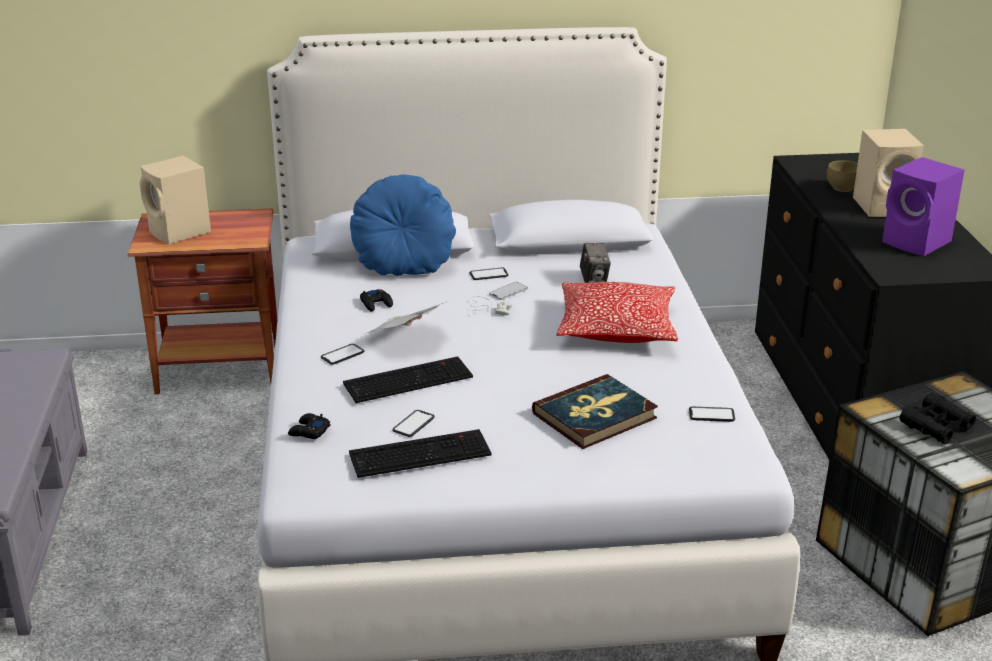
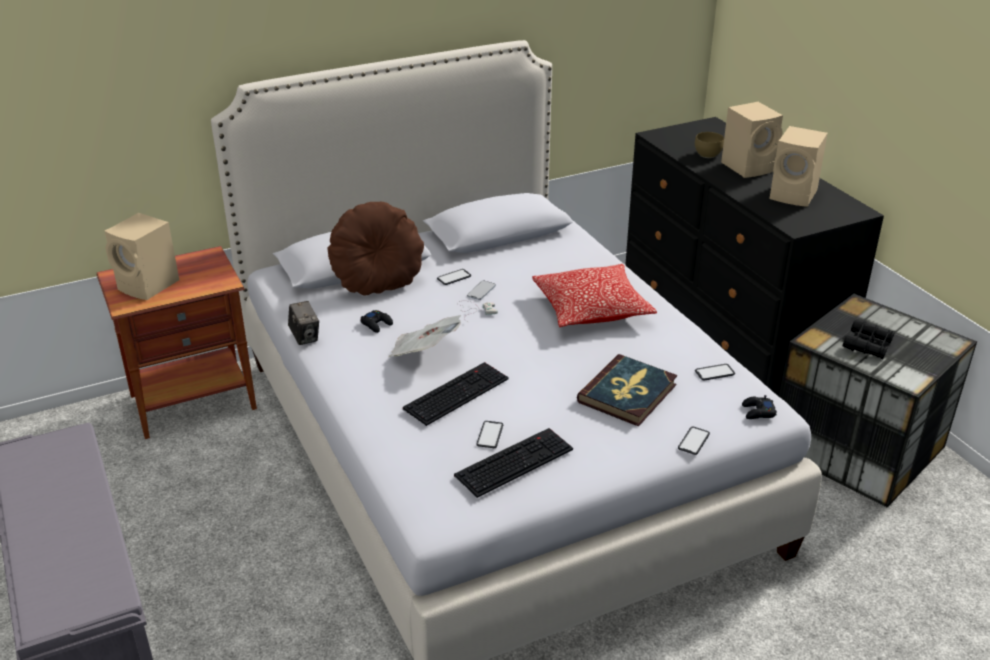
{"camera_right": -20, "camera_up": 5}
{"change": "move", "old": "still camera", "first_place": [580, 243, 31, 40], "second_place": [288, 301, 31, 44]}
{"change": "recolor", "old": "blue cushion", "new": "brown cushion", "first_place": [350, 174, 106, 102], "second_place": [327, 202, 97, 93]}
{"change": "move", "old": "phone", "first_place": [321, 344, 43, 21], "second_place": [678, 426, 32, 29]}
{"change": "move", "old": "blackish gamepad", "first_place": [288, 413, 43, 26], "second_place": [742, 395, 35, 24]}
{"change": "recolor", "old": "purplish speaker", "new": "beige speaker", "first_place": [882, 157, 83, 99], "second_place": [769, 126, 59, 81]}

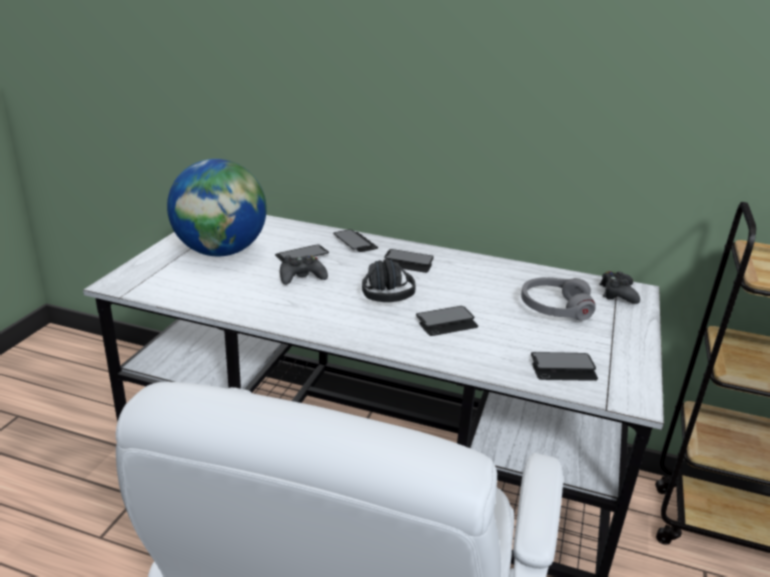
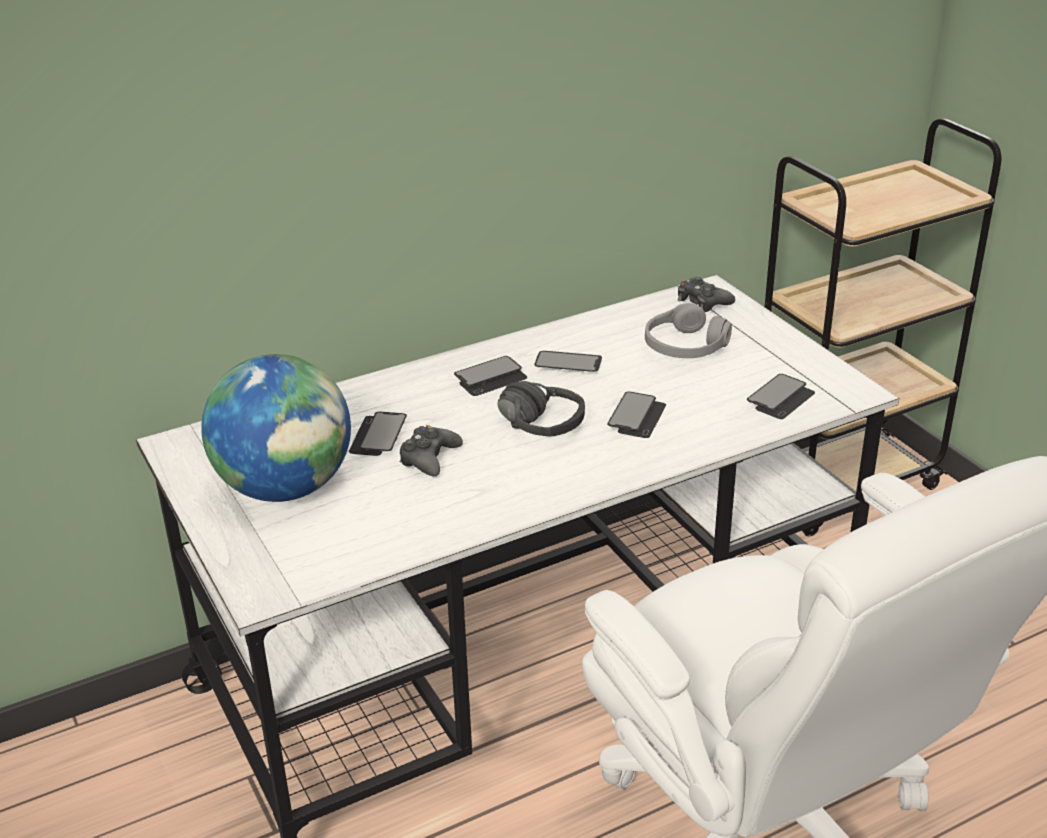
{"camera_right": -45, "camera_up": 5}
{"change": "move", "old": "phone", "first_place": [333, 229, 45, 23], "second_place": [534, 351, 68, 21]}

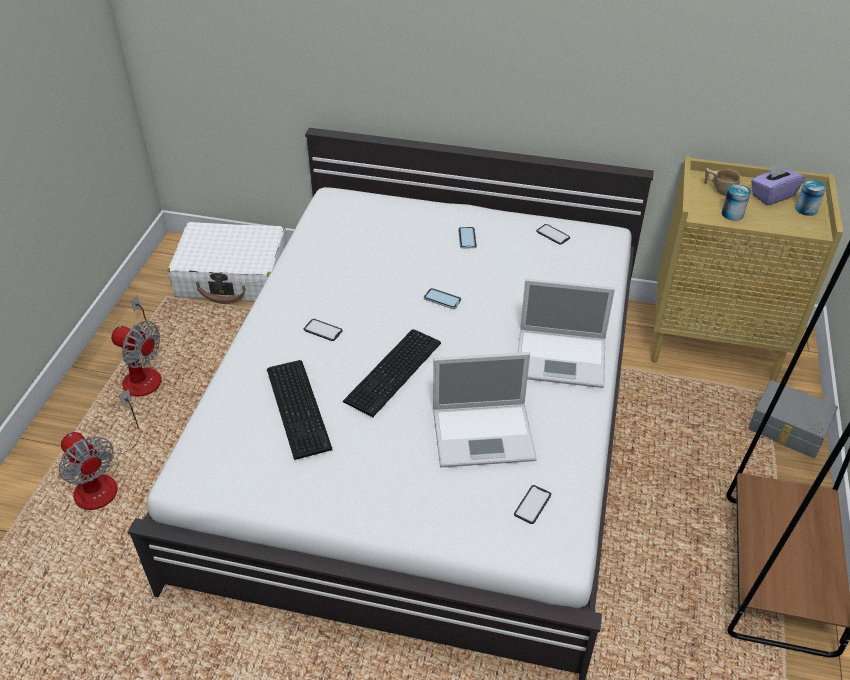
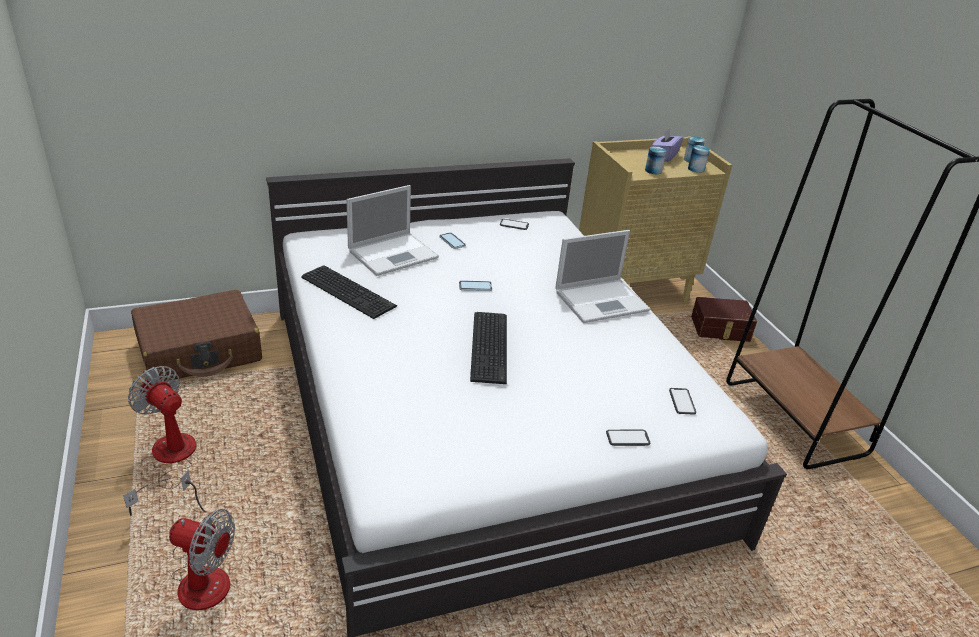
{"camera_right": -35, "camera_up": -10}
{"change": "rotate", "old": "electric fan", "first_place": [111, 295, 50, 101], "second_place": [123, 366, 73, 150], "degrees": -135}
{"change": "recolor", "old": "white piece of luggage", "new": "brown piece of luggage", "first_place": [168, 222, 119, 82], "second_place": [131, 290, 131, 91]}
{"change": "move", "old": "keyboard", "first_place": [267, 360, 66, 100], "second_place": [301, 265, 96, 54]}
{"change": "move", "old": "notebook computer", "first_place": [433, 352, 104, 115], "second_place": [346, 185, 93, 91]}
{"change": "move", "old": "phone", "first_place": [304, 319, 39, 22], "second_place": [606, 430, 45, 16]}
{"change": "insert", "new": "metal can", "second_place": [688, 145, 22, 28]}
{"change": "recolor", "old": "grey storage bin", "new": "brown storage bin", "first_place": [748, 380, 90, 78], "second_place": [691, 297, 66, 45]}
{"change": "delete", "old": "beige cup", "first_place": [704, 168, 37, 28]}

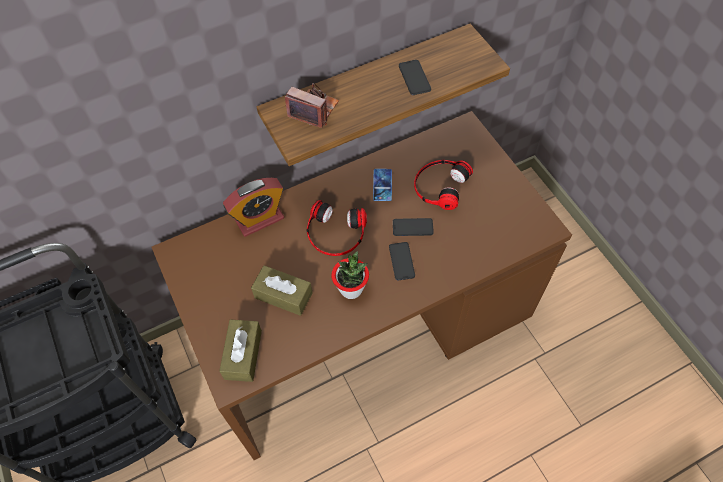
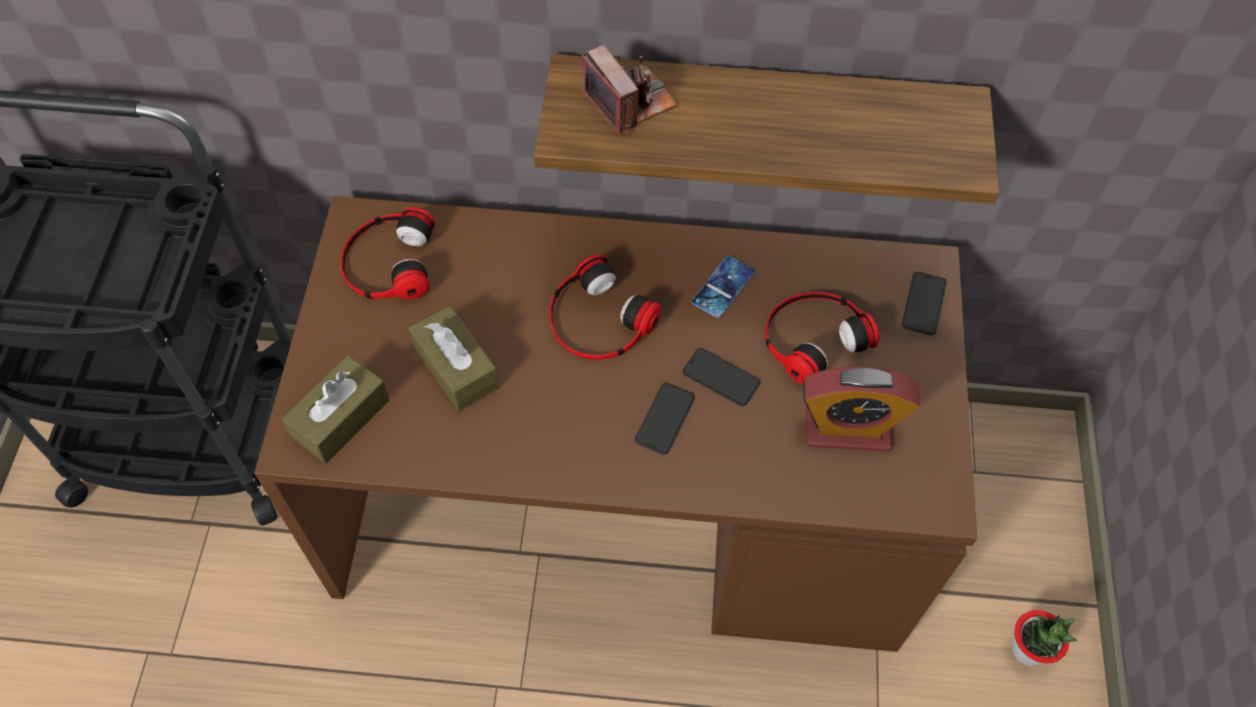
{"camera_right": 30, "camera_up": 0}
{"change": "insert", "new": "pair of headphones", "second_place": [340, 207, 95, 92]}
{"change": "move", "old": "alarm clock", "first_place": [223, 178, 61, 59], "second_place": [803, 367, 117, 84]}
{"change": "move", "old": "phone", "first_place": [399, 60, 32, 35], "second_place": [902, 272, 45, 64]}
{"change": "move", "old": "plant in a pot", "first_place": [331, 251, 38, 48], "second_place": [1012, 610, 65, 56]}

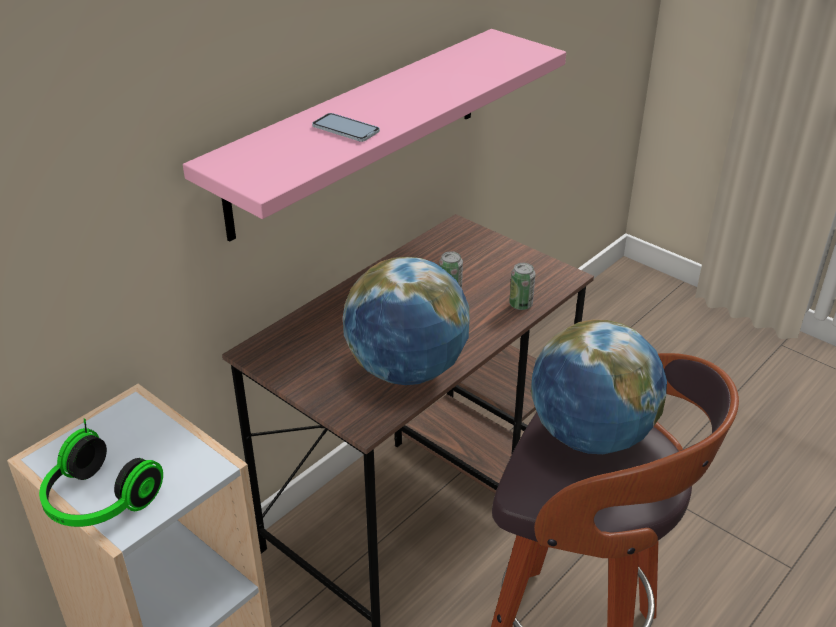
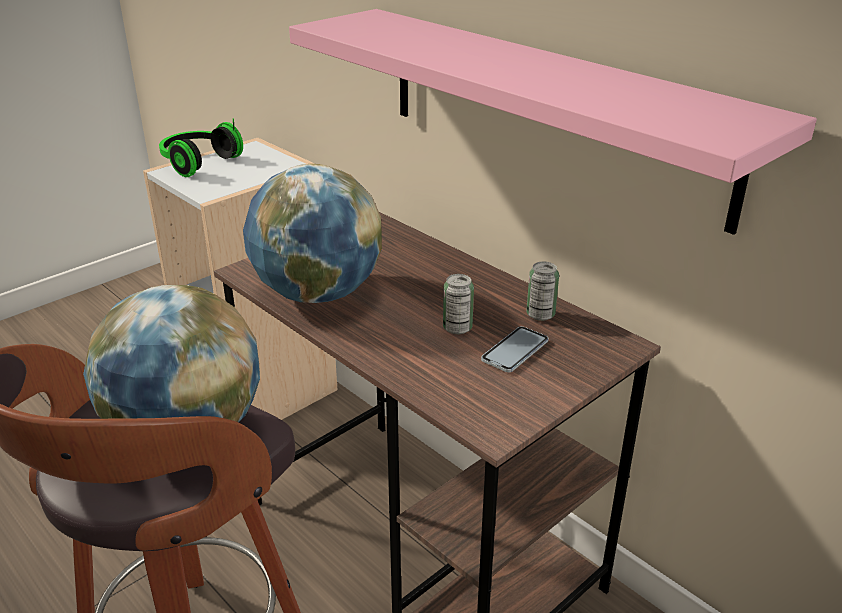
{"camera_right": 95, "camera_up": -5}
{"change": "move", "old": "phone", "first_place": [312, 113, 68, 29], "second_place": [481, 326, 68, 46]}
{"change": "move", "old": "metal can", "first_place": [509, 263, 26, 47], "second_place": [526, 261, 33, 60]}

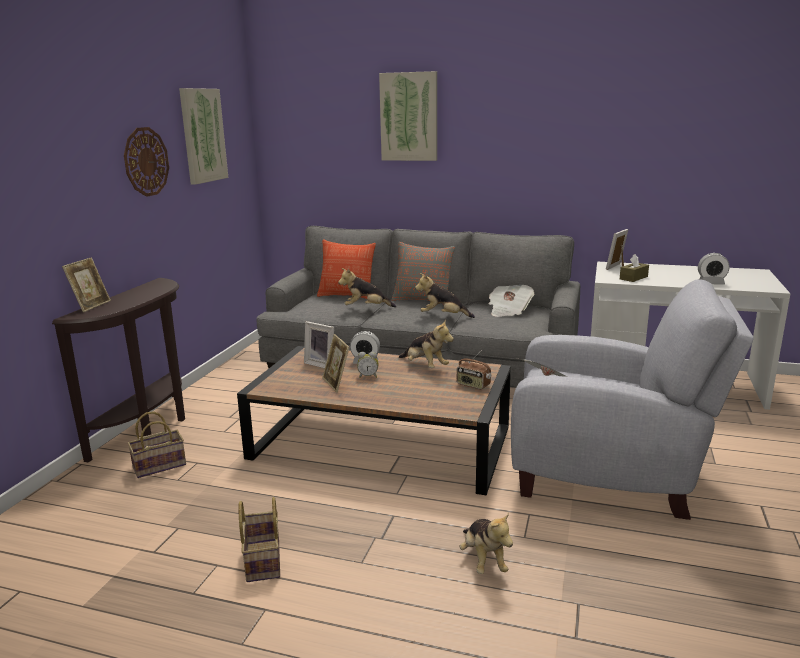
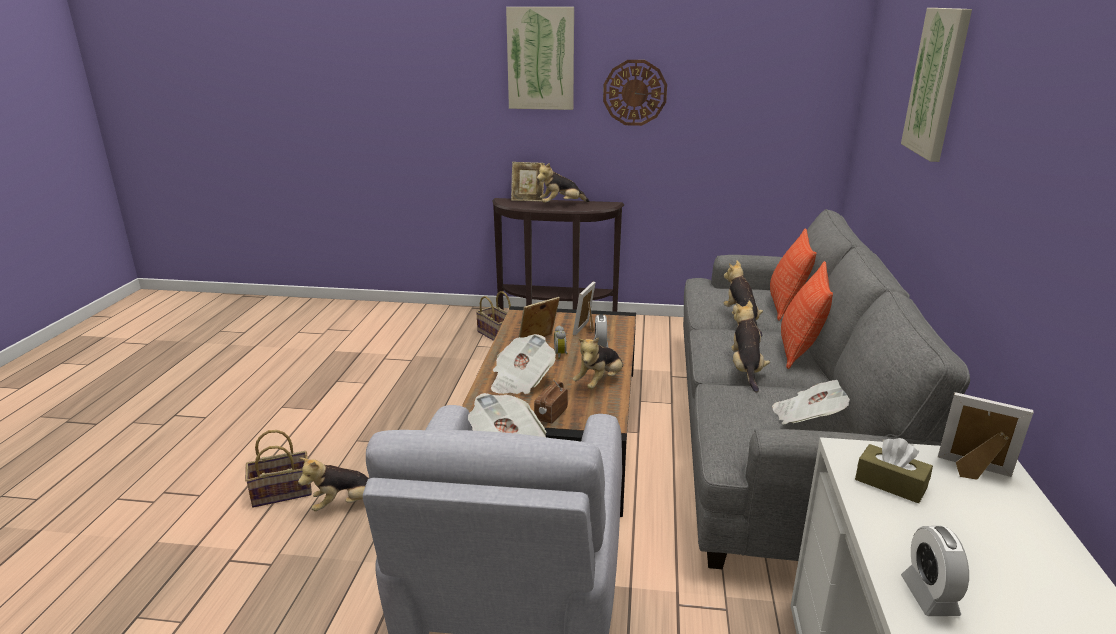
{"camera_right": 80, "camera_up": 5}
{"change": "move", "old": "household basket", "first_place": [239, 497, 41, 85], "second_place": [245, 430, 67, 78]}
{"change": "insert", "new": "printed paper", "second_place": [491, 334, 65, 60]}
{"change": "move", "old": "picture", "first_place": [179, 88, 49, 97], "second_place": [506, 7, 68, 103]}
{"change": "insert", "new": "soft toy", "second_place": [537, 163, 53, 40]}
{"change": "recolor", "old": "grey cushion", "new": "orange-coloured cushion", "first_place": [392, 242, 63, 63], "second_place": [781, 261, 52, 108]}

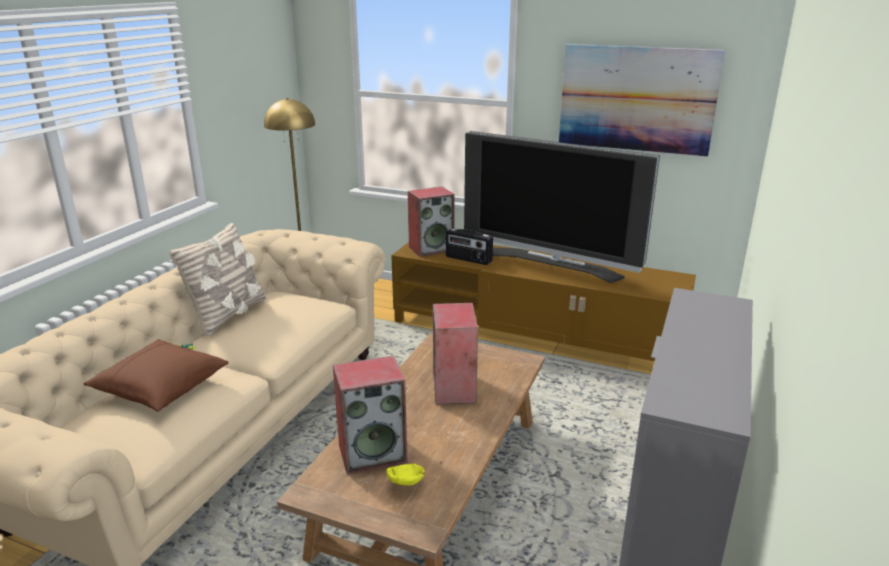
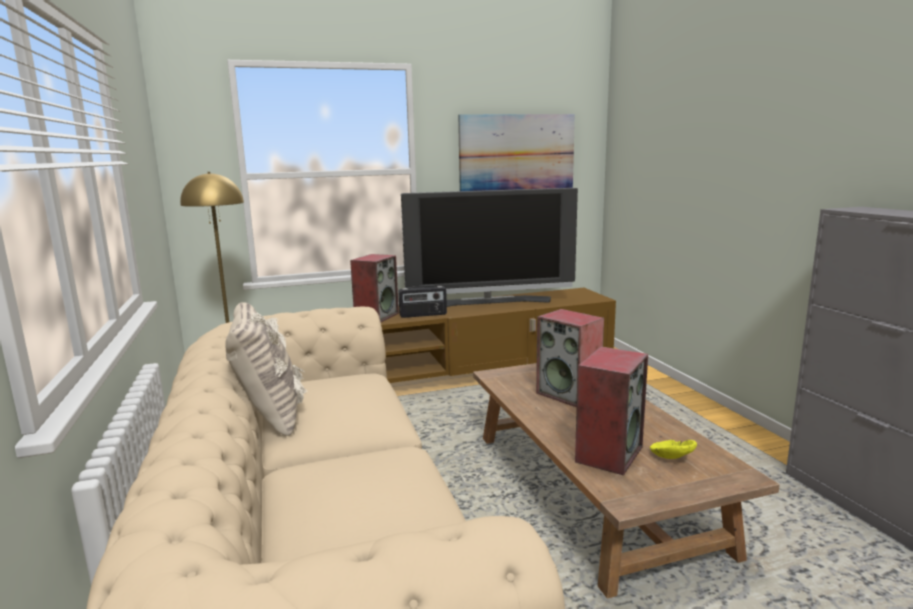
{"camera_right": -40, "camera_up": -10}
{"change": "delete", "old": "brown cushion", "first_place": [83, 339, 146, 73]}

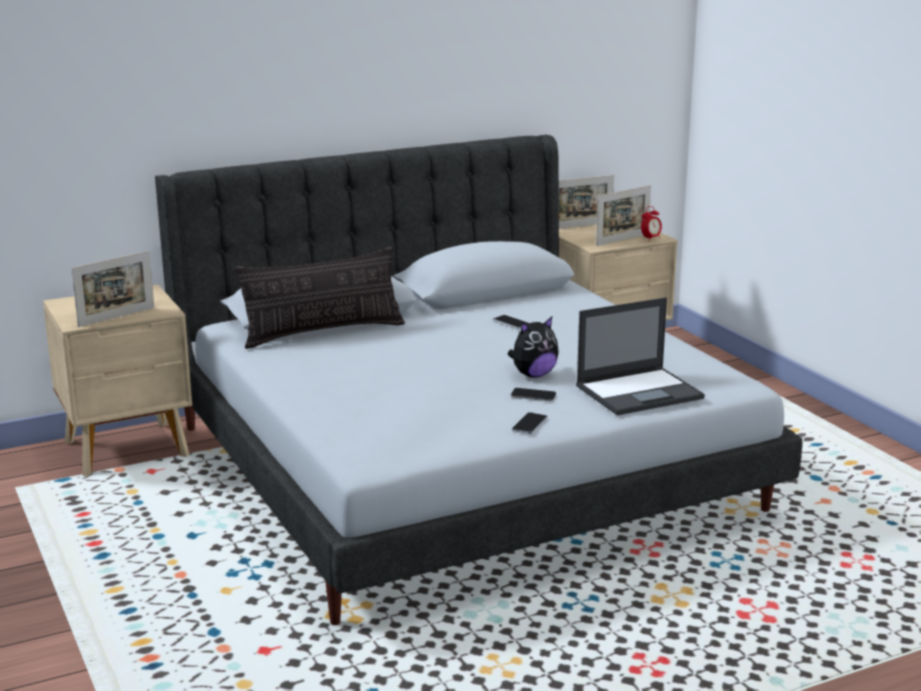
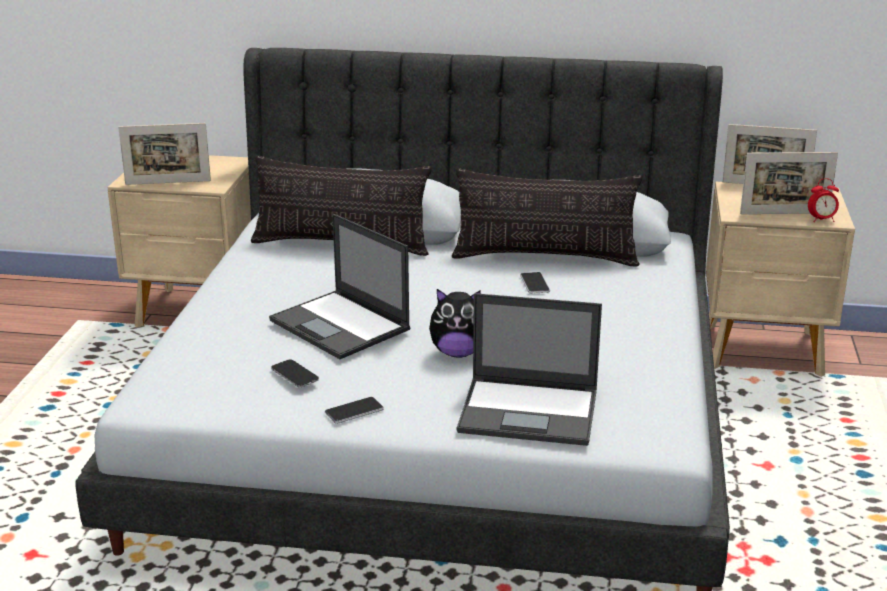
{"camera_right": 35, "camera_up": 5}
{"change": "insert", "new": "notebook computer", "second_place": [269, 214, 141, 145]}
{"change": "move", "old": "phone", "first_place": [511, 388, 45, 13], "second_place": [271, 359, 48, 28]}
{"change": "insert", "new": "cushion", "second_place": [452, 168, 190, 99]}

